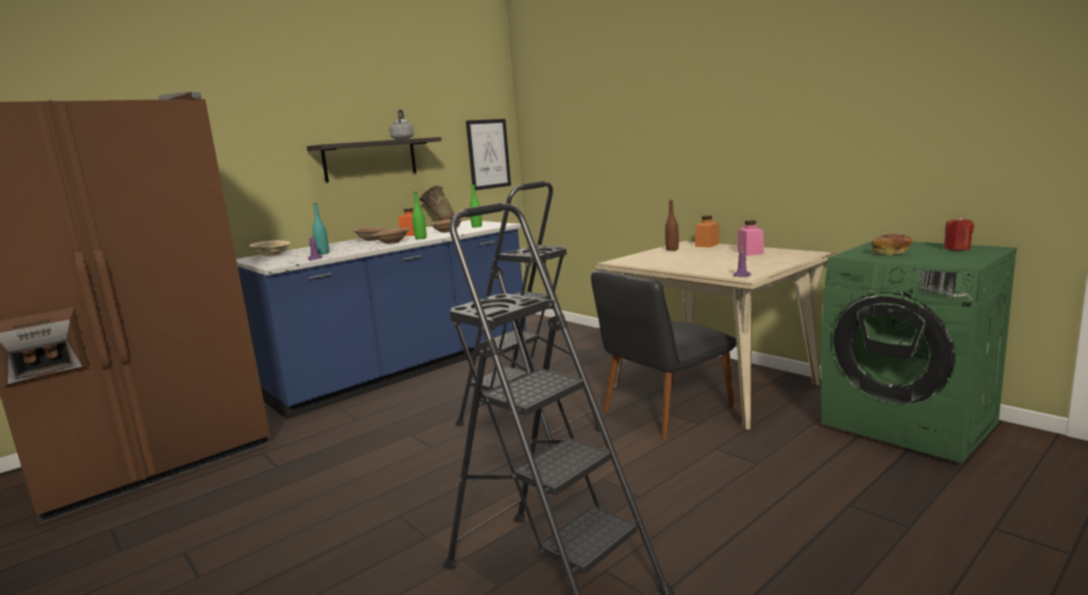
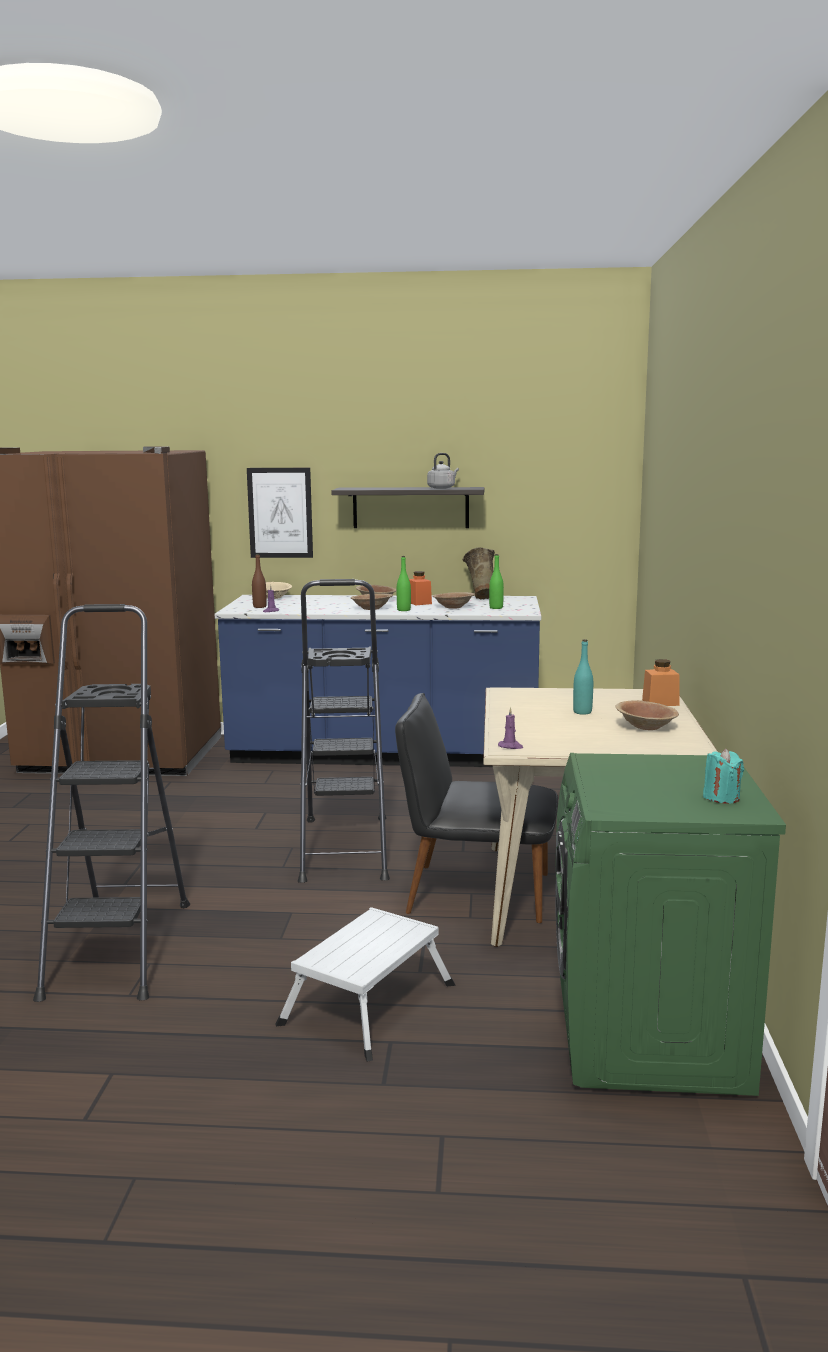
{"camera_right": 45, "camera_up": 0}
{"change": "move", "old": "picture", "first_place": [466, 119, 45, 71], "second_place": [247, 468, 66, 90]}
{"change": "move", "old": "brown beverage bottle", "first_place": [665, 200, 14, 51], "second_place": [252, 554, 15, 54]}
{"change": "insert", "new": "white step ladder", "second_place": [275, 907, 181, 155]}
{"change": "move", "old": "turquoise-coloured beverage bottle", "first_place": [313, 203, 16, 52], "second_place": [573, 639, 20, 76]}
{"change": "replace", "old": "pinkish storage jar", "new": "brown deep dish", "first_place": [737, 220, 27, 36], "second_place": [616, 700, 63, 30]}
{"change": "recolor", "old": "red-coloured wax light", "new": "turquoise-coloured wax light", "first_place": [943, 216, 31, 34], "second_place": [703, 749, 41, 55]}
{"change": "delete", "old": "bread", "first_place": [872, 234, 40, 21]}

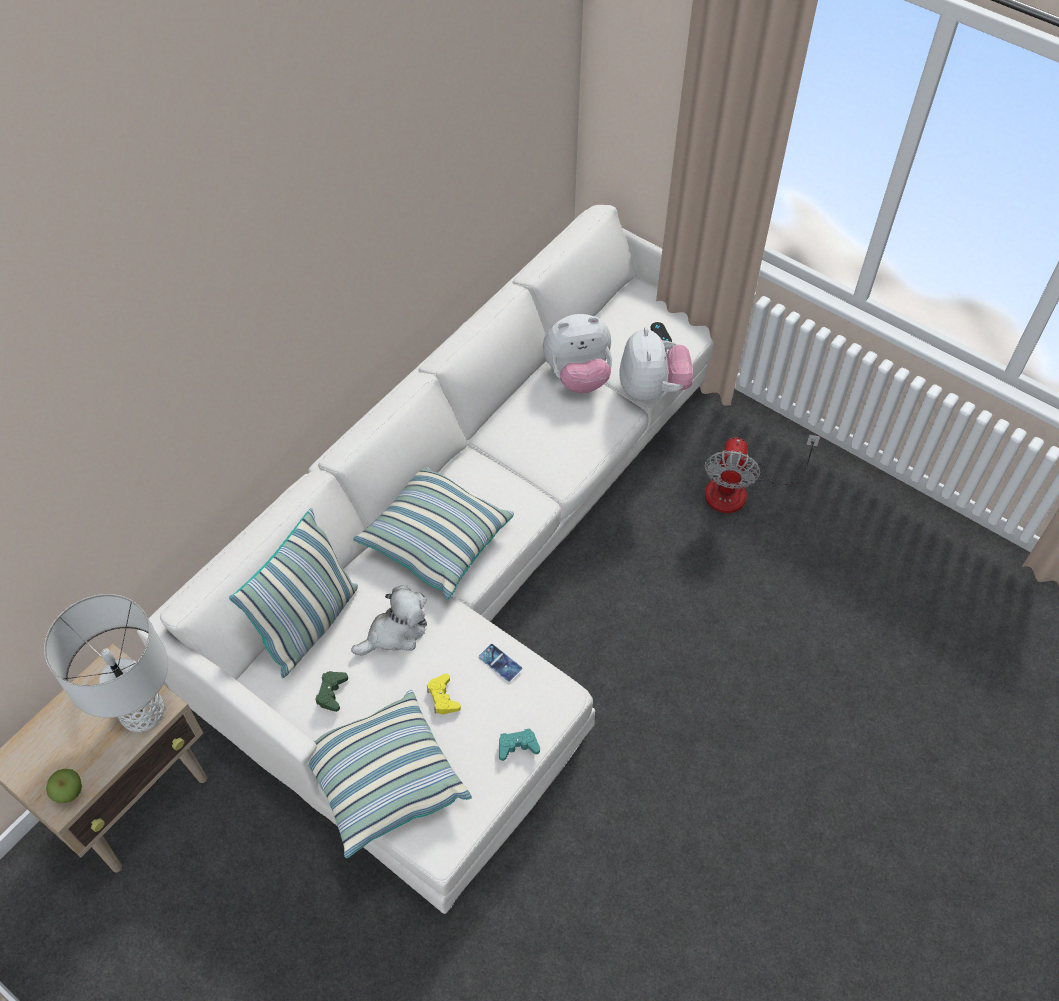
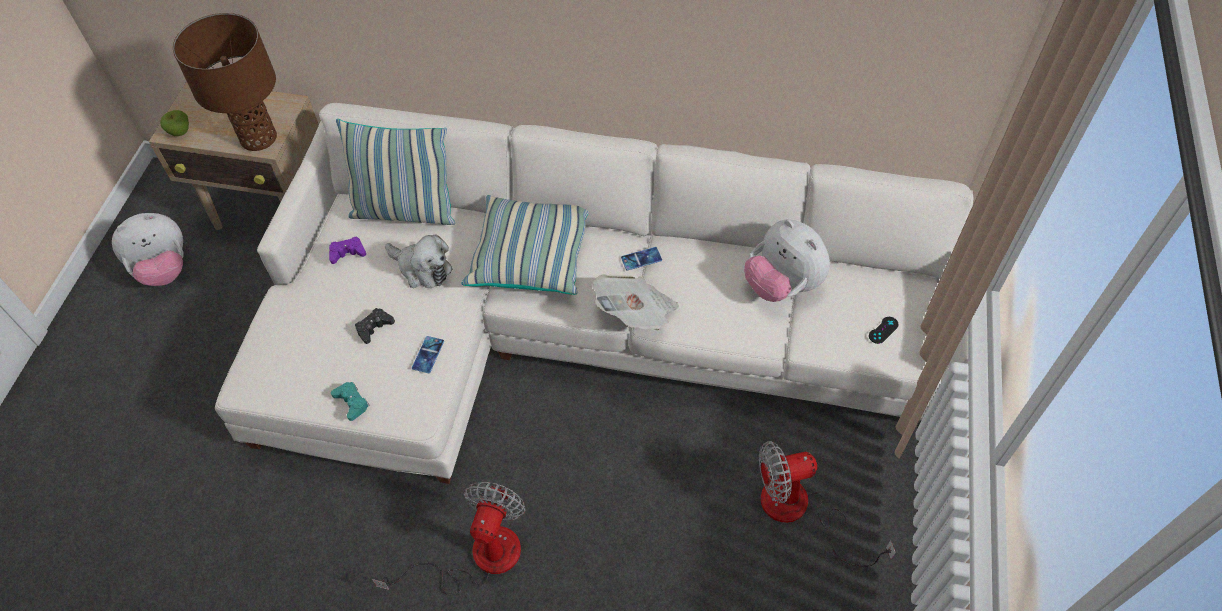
{"camera_right": 65, "camera_up": 0}
{"change": "move", "old": "soft toy", "first_place": [619, 327, 74, 74], "second_place": [112, 213, 71, 73]}
{"change": "recolor", "old": "white tabletop lamp", "new": "brown tabletop lamp", "first_place": [44, 594, 124, 138], "second_place": [173, 13, 104, 138]}
{"change": "recolor", "old": "green gamepad", "new": "purplish gamepad", "first_place": [315, 671, 33, 41], "second_place": [329, 236, 37, 28]}
{"change": "recolor", "old": "yellow gamepad", "new": "blackish gamepad", "first_place": [427, 673, 34, 41], "second_place": [355, 308, 40, 36]}
{"change": "insert", "new": "electric fan", "second_place": [372, 482, 154, 113]}
{"change": "insert", "new": "printed paper", "second_place": [592, 274, 87, 57]}
{"change": "insert", "new": "phone", "second_place": [621, 247, 41, 24]}
{"change": "delete", "old": "cushion", "first_place": [308, 690, 164, 168]}

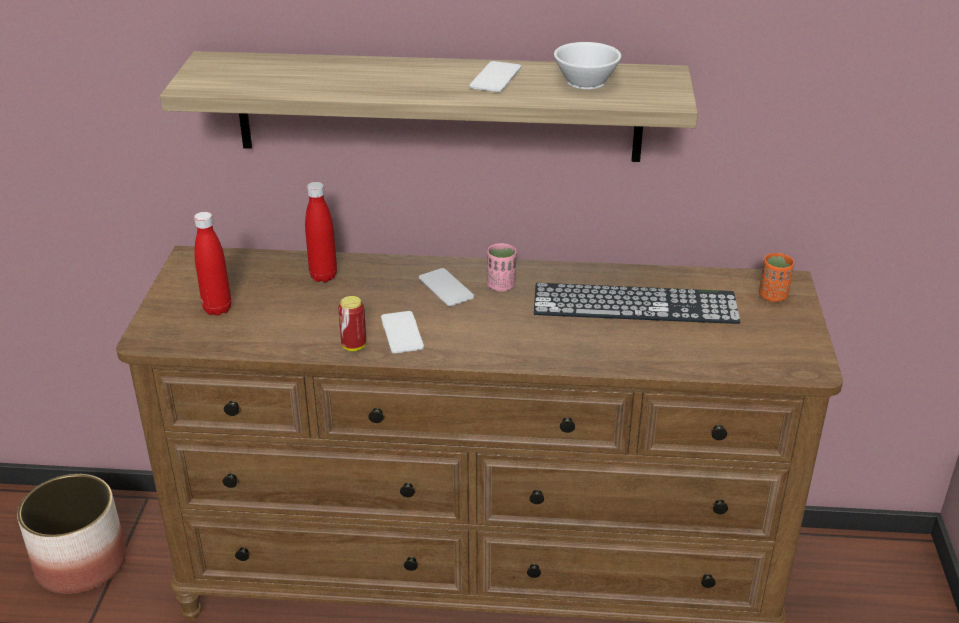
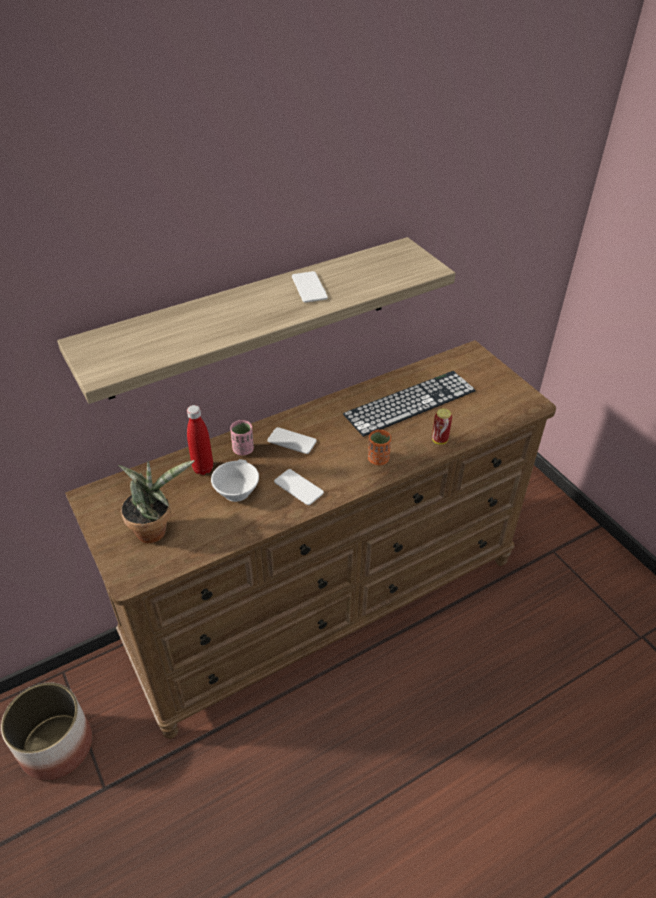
{"camera_right": -35, "camera_up": 10}
{"change": "replace", "old": "red-coloured beverage bottle", "new": "plant in a pot", "first_place": [194, 212, 37, 104], "second_place": [118, 460, 77, 83]}
{"change": "move", "old": "white cup", "first_place": [554, 42, 67, 47], "second_place": [211, 459, 48, 43]}
{"change": "move", "old": "pinkish cup", "first_place": [487, 243, 29, 49], "second_place": [230, 420, 24, 36]}
{"change": "move", "old": "orange-coloured cup", "first_place": [759, 253, 35, 49], "second_place": [368, 430, 23, 35]}
{"change": "move", "old": "metal can", "first_place": [338, 296, 28, 55], "second_place": [432, 408, 20, 37]}

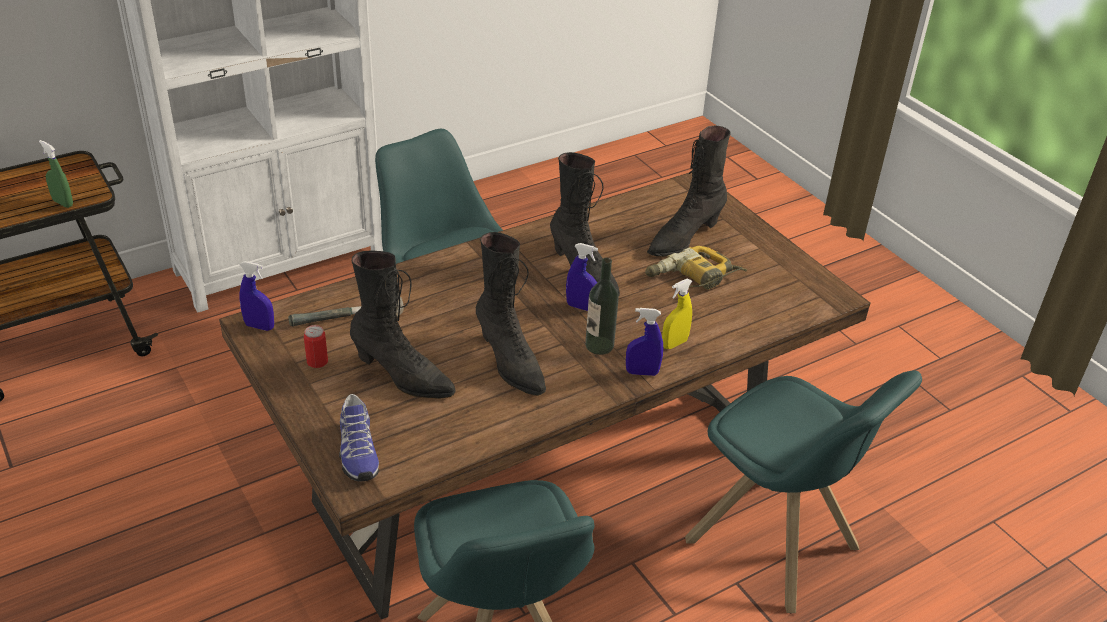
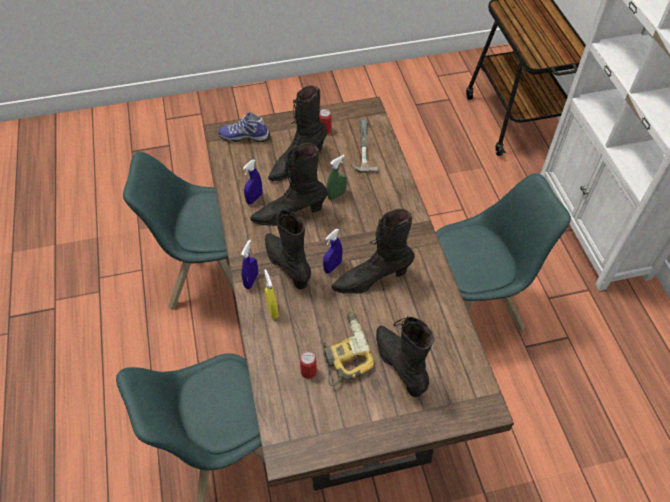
{"camera_right": 110, "camera_up": 15}
{"change": "move", "old": "blue hand sprayer", "first_place": [239, 261, 35, 70], "second_place": [243, 159, 20, 46]}
{"change": "replace", "old": "beverage bottle", "new": "blackish high-top boot", "first_place": [585, 258, 34, 97], "second_place": [265, 210, 46, 79]}
{"change": "insert", "new": "metal can", "second_place": [300, 351, 17, 28]}
{"change": "move", "old": "green hand sprayer", "first_place": [39, 140, 34, 68], "second_place": [327, 155, 20, 45]}

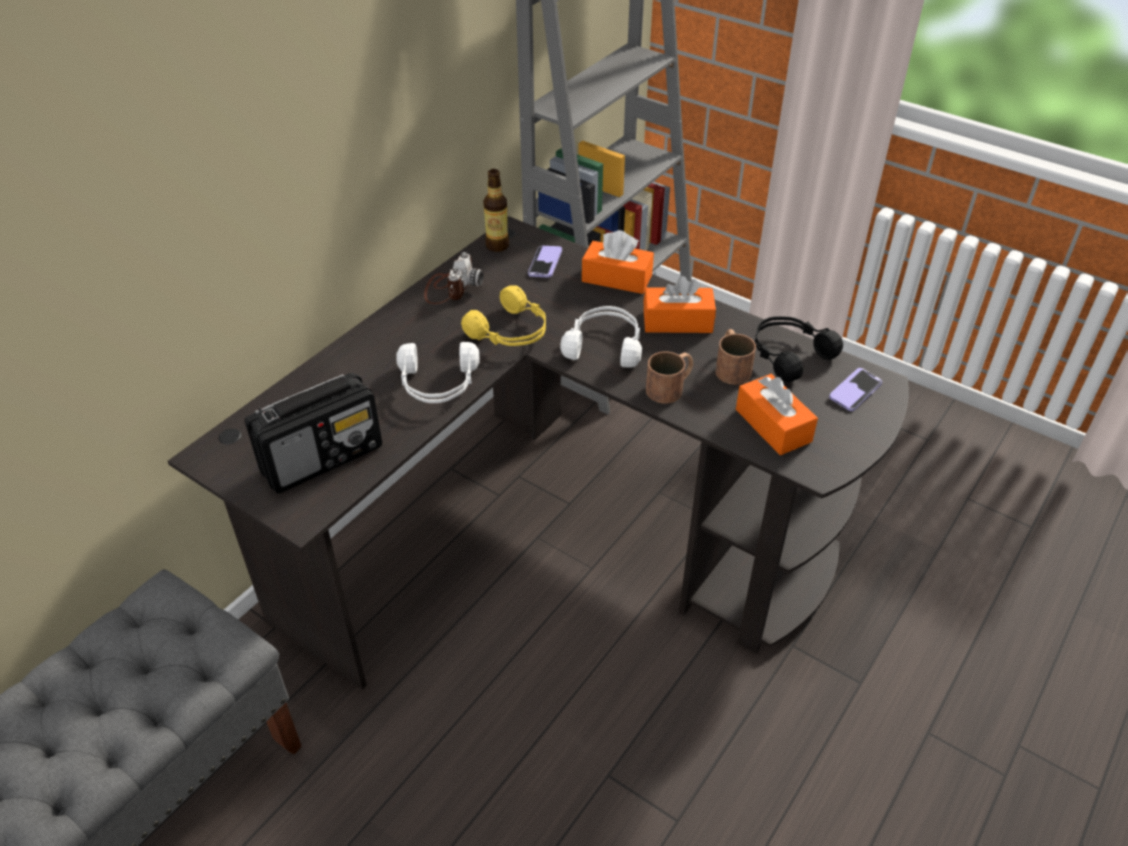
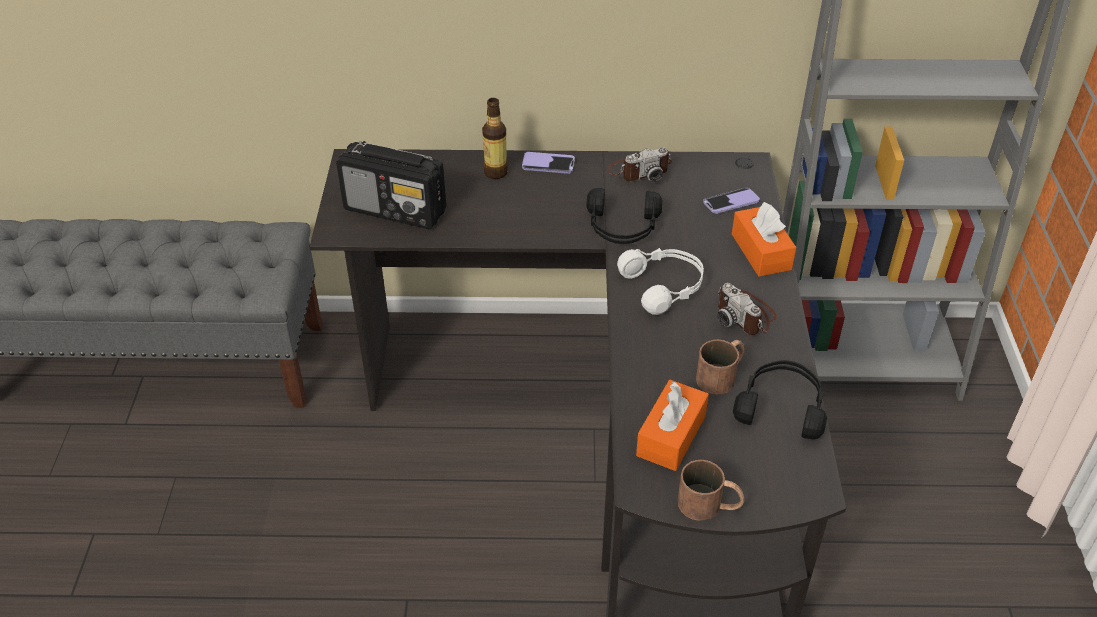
{"camera_right": 55, "camera_up": 0}
{"change": "move", "old": "beverage bottle", "first_place": [483, 169, 26, 83], "second_place": [482, 98, 26, 81]}
{"change": "move", "old": "phone", "first_place": [829, 368, 53, 43], "second_place": [522, 152, 53, 22]}
{"change": "recolor", "old": "yellow pair of headphones", "new": "blackish pair of headphones", "first_place": [461, 285, 85, 61], "second_place": [586, 188, 76, 56]}
{"change": "move", "old": "brown tea mug", "first_place": [646, 351, 47, 53], "second_place": [678, 460, 67, 61]}
{"change": "replace", "old": "orange-coloured tissue holder", "new": "still camera", "first_place": [643, 276, 73, 57], "second_place": [717, 283, 60, 52]}
{"change": "delete", "old": "white pair of headphones", "first_place": [396, 342, 83, 61]}

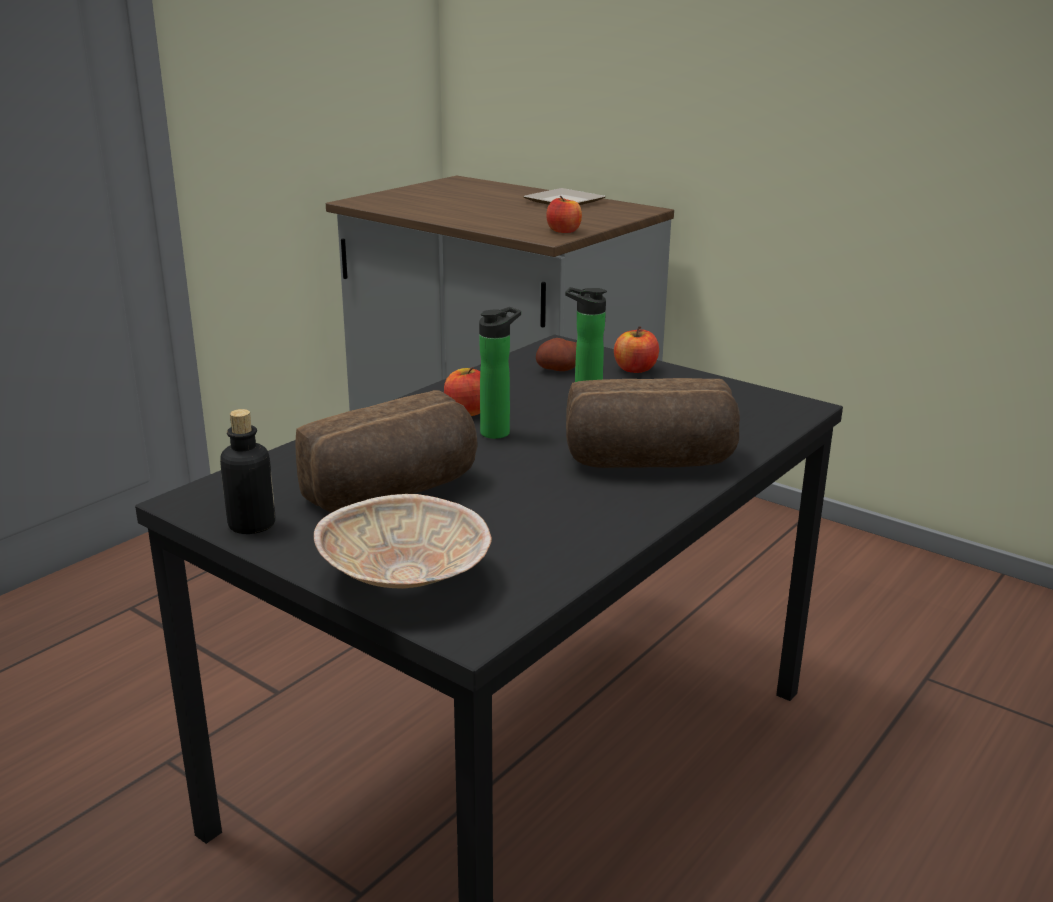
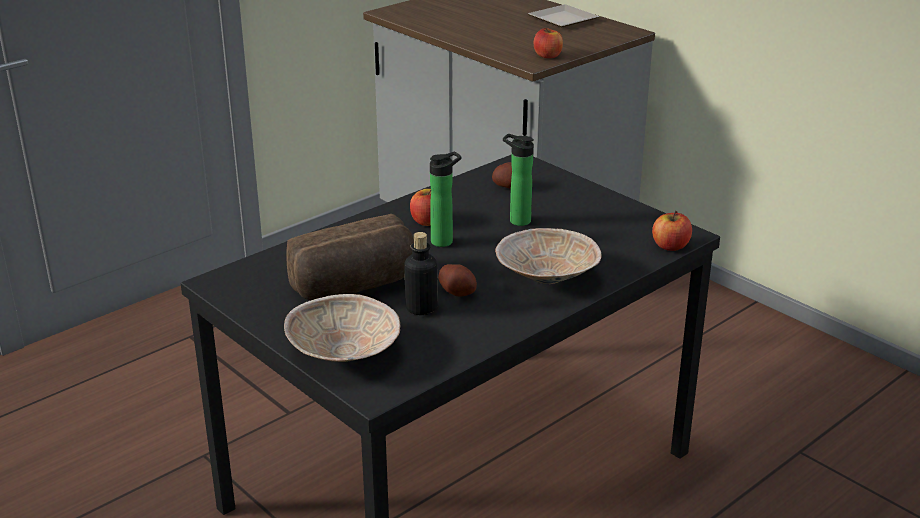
{"camera_right": 10, "camera_up": 5}
{"change": "move", "old": "beverage bottle", "first_place": [220, 409, 55, 125], "second_place": [404, 232, 34, 83]}
{"change": "insert", "new": "whole potato", "second_place": [438, 264, 39, 32]}
{"change": "replace", "old": "bread", "new": "beige deep dish", "first_place": [566, 378, 174, 90], "second_place": [495, 228, 107, 56]}
{"change": "move", "old": "whole apple", "first_place": [614, 326, 45, 47], "second_place": [652, 211, 40, 40]}

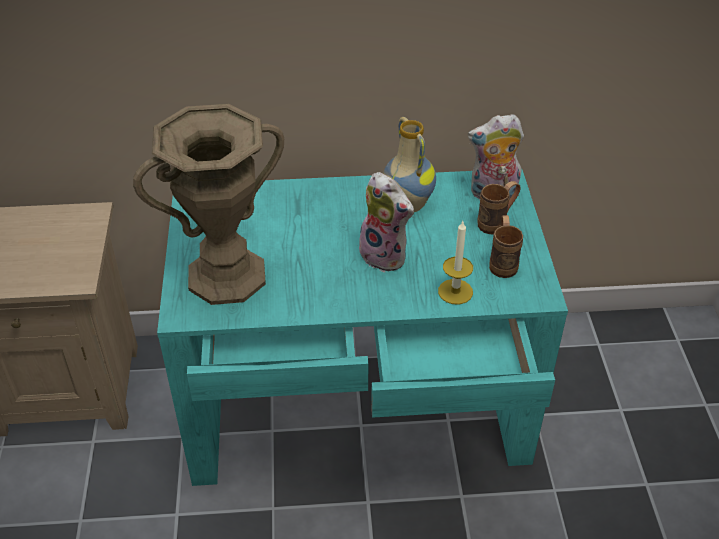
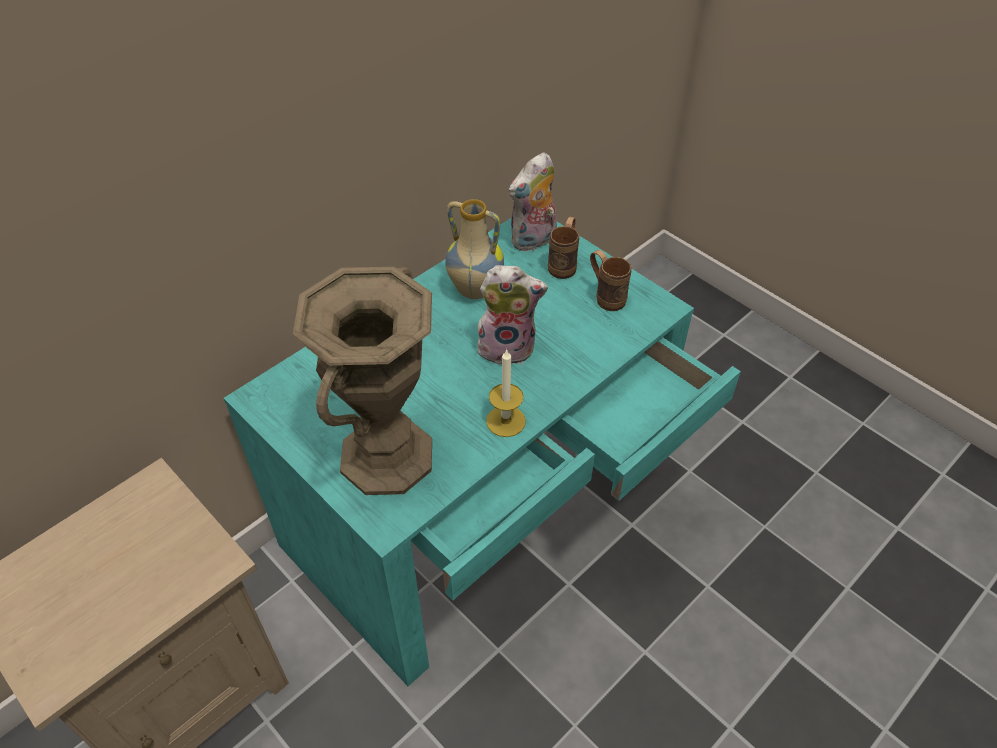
{"camera_right": -40, "camera_up": 5}
{"change": "move", "old": "wax light", "first_place": [438, 221, 35, 84], "second_place": [486, 349, 40, 88]}

